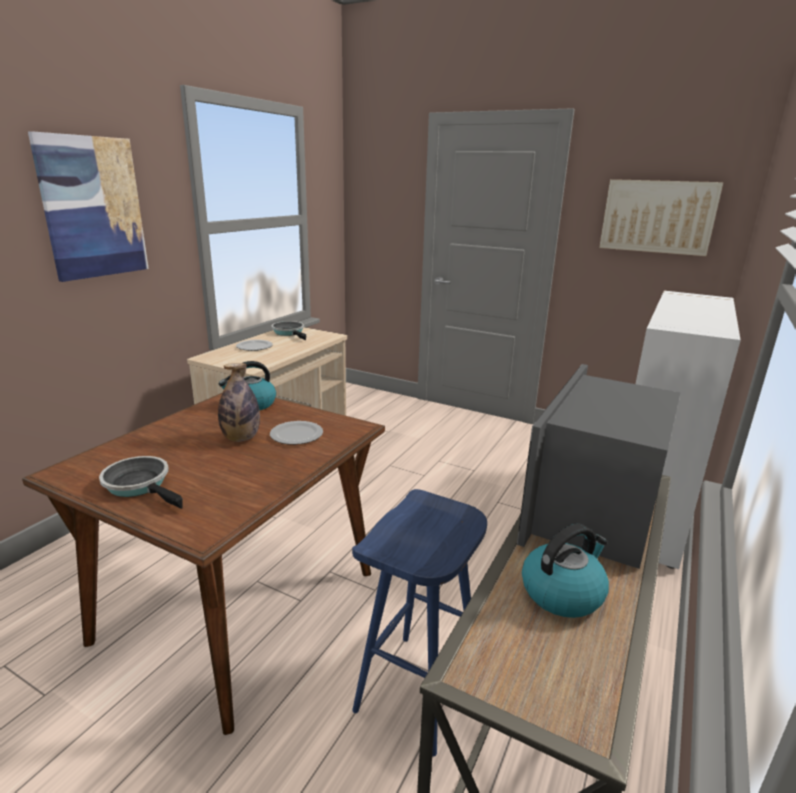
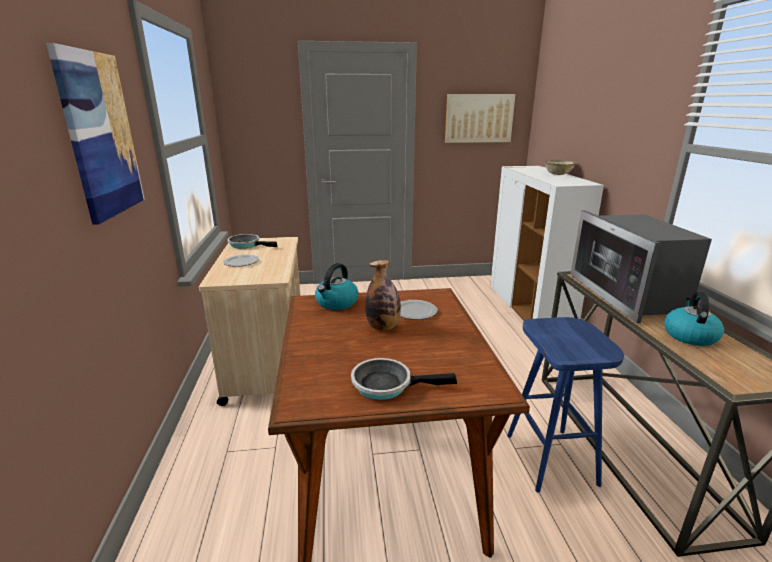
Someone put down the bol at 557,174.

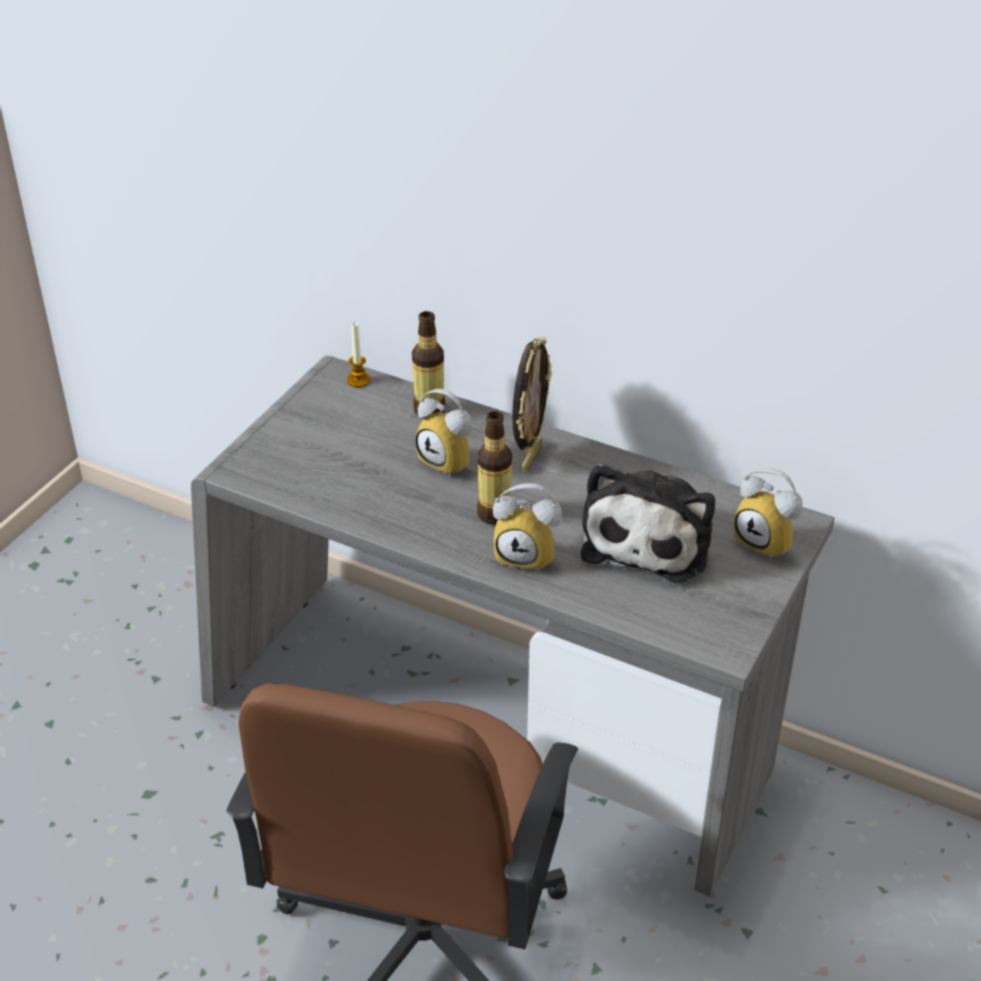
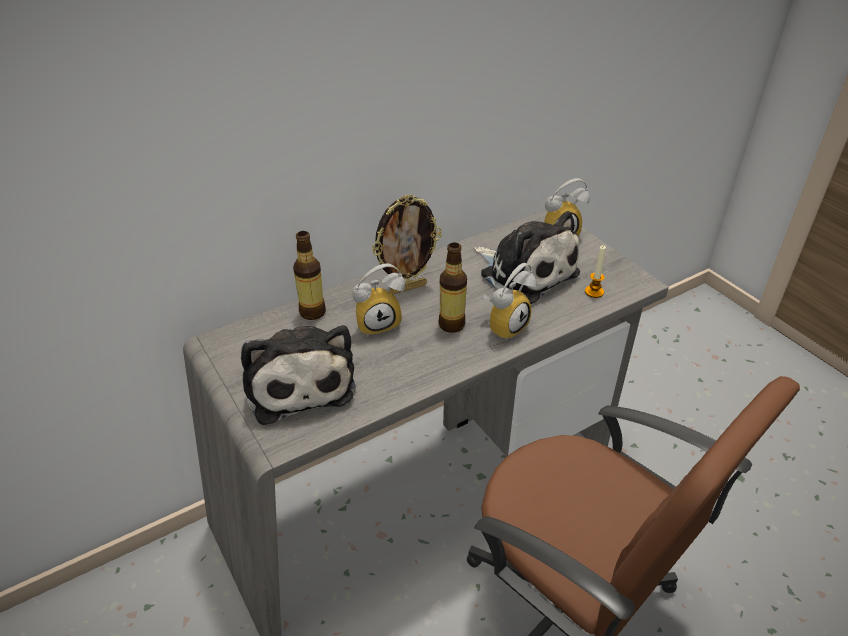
Someone put down the peluche at 298,382. Someone carried the bougie from 358,380 to 594,292. Someone rotated the cadre photo at 529,457 by 105 degrees clockwise.

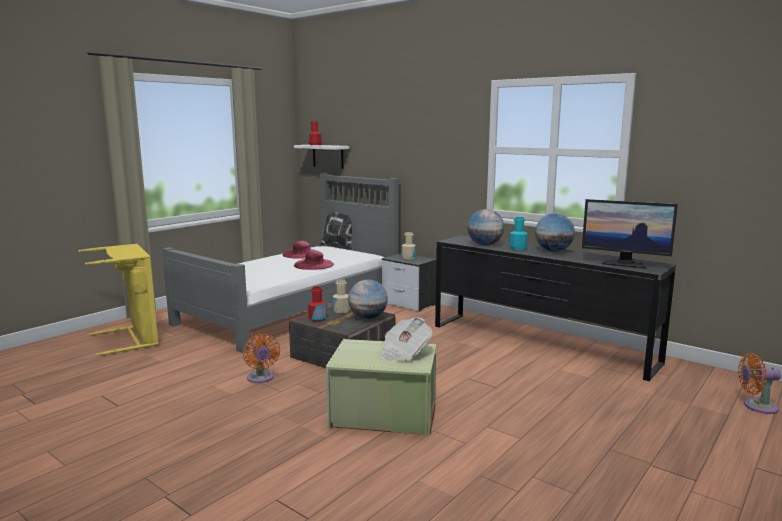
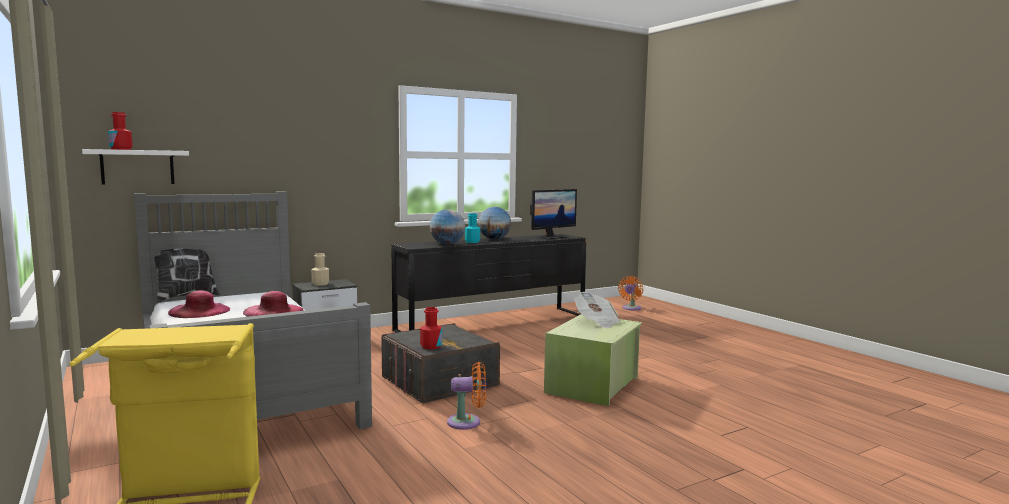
Someone took away the bouteille [beige] at 341,311. Someone took away the globe at 368,317.

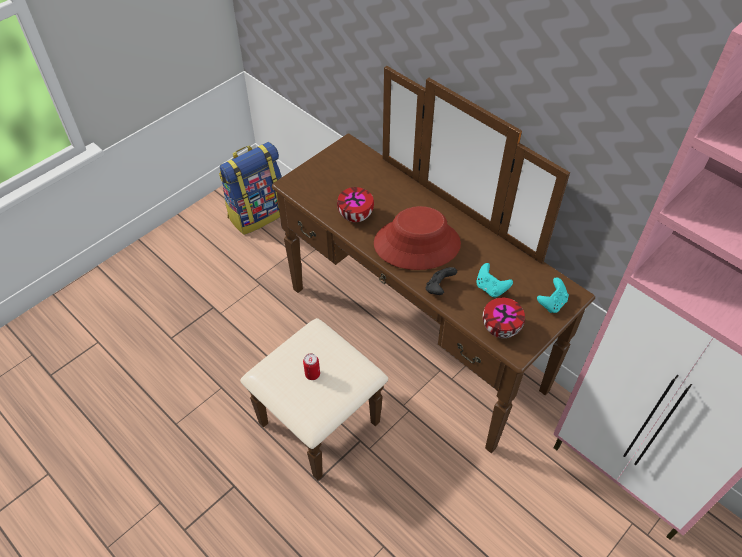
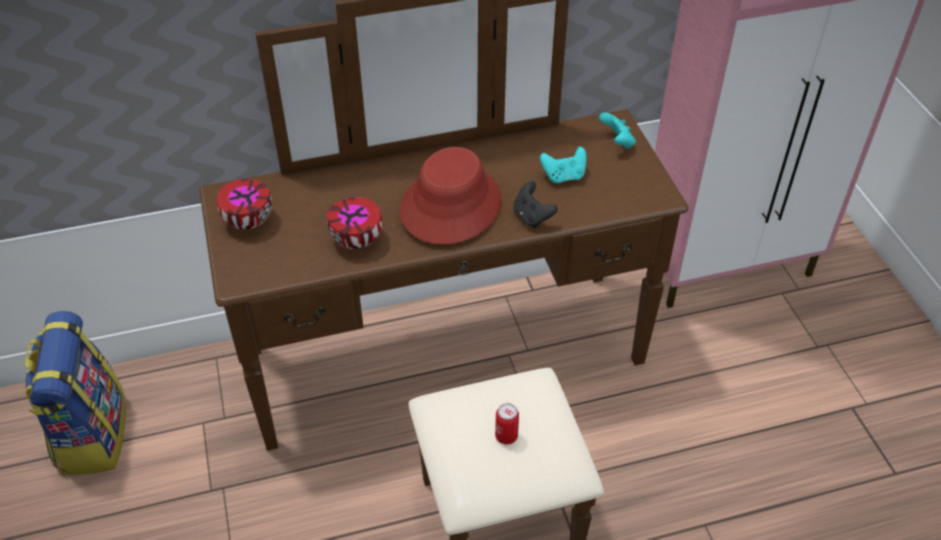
Someone carried the bol from 501,327 to 248,220.

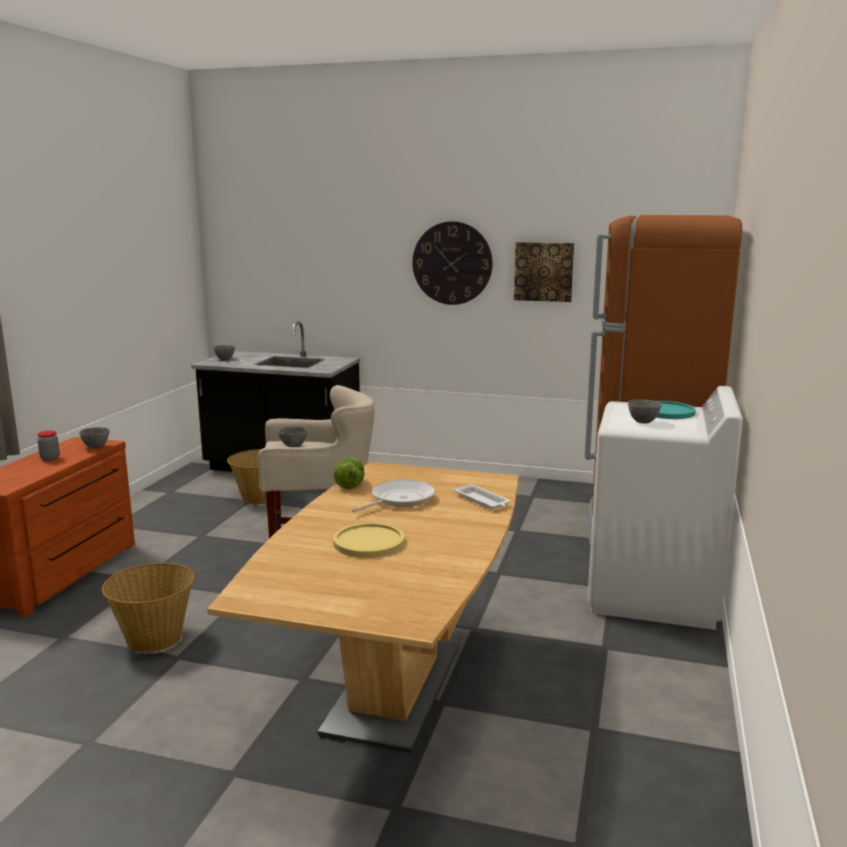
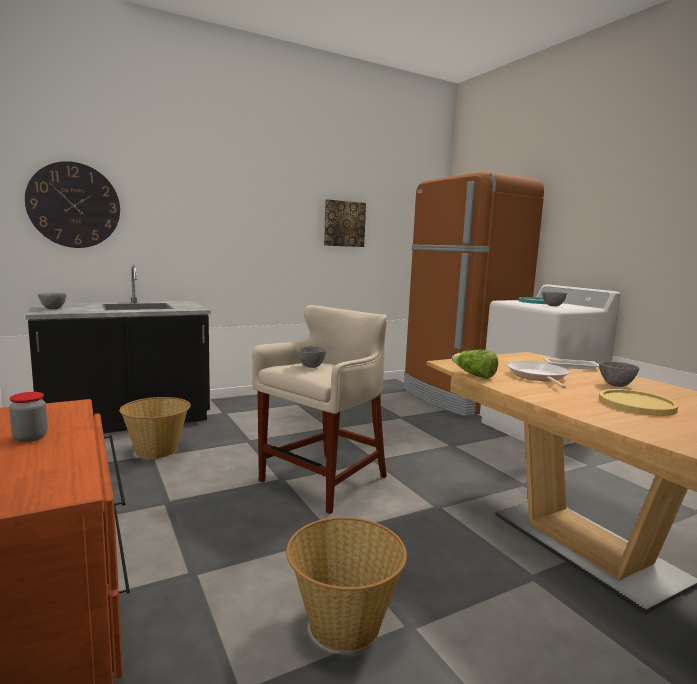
Someone carried the bol [gris] from 95,447 to 616,385. Someone carried the horloge murale from 452,263 to 74,205.

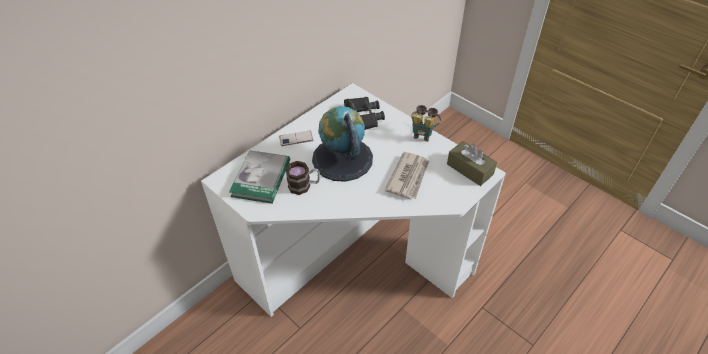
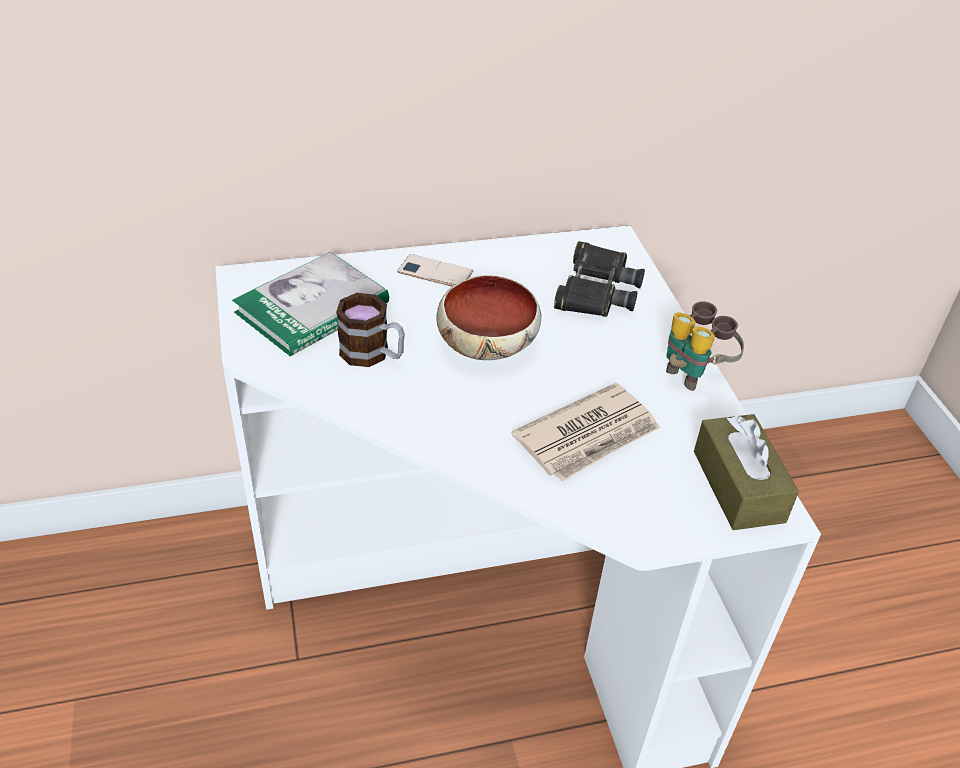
Someone swapped the globe at 342,159 for the bol at 486,343.

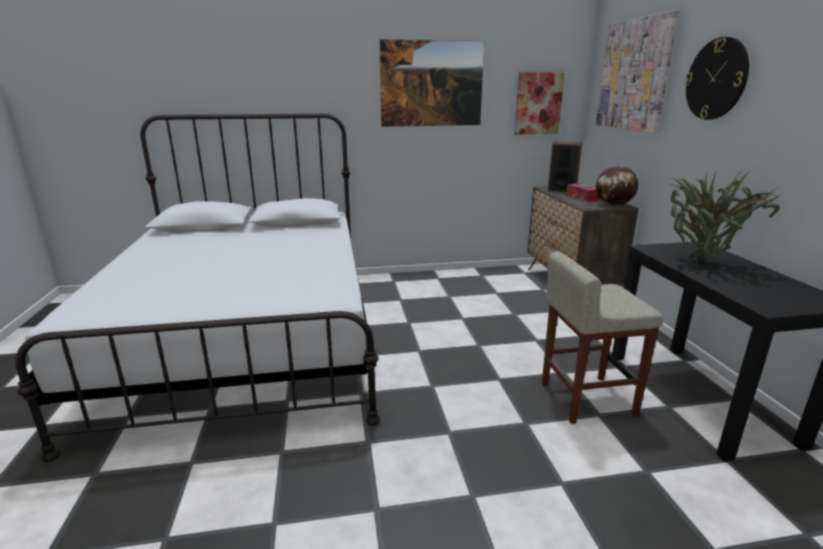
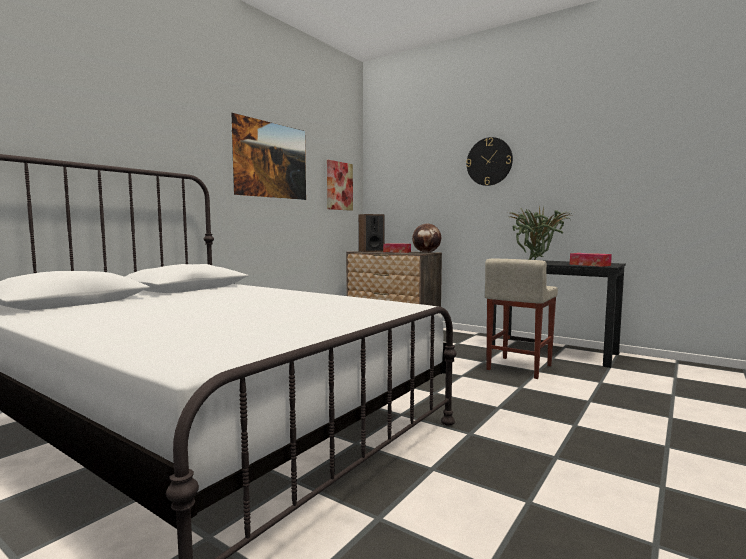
Someone took away the tableau at 634,75. Someone put down the boîte à mouchoirs at 589,265.

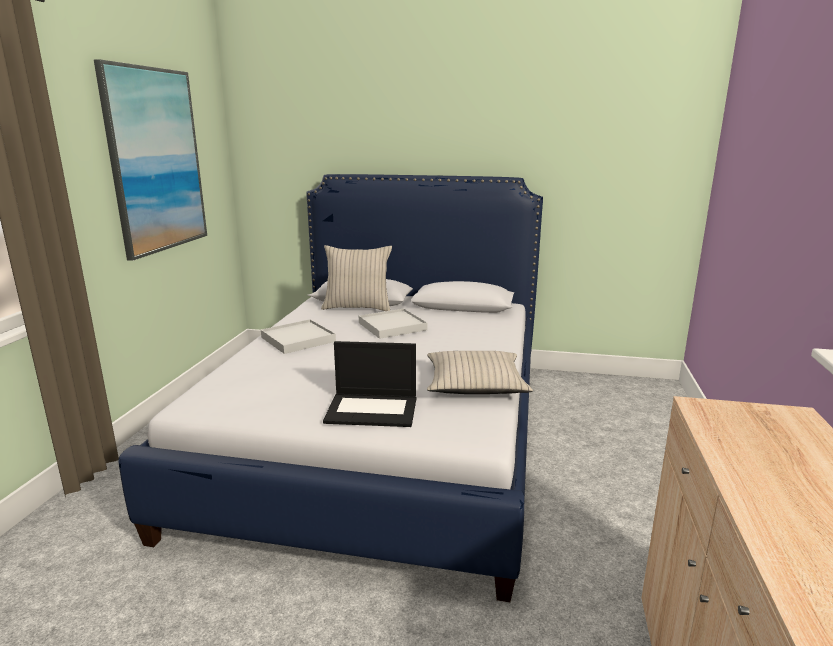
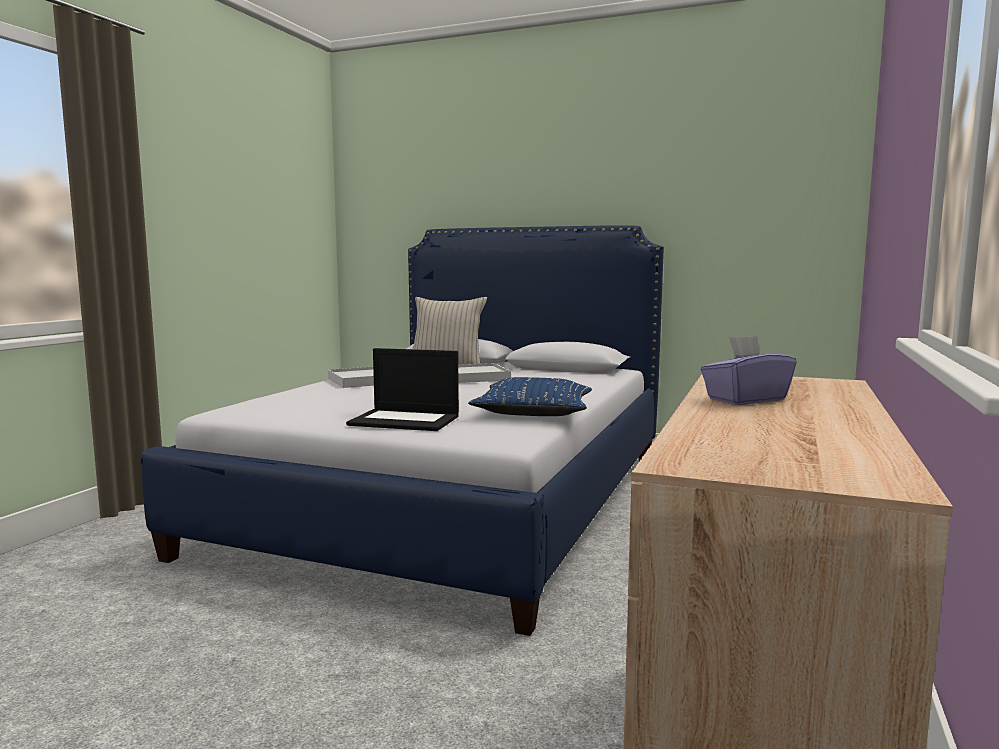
Someone took away the tableau at 156,161. Someone put down the boîte à mouchoirs [violet] at 745,399. Someone repainted the coussin [beige] at 475,384, which became the coussin [bleu] at 533,412.

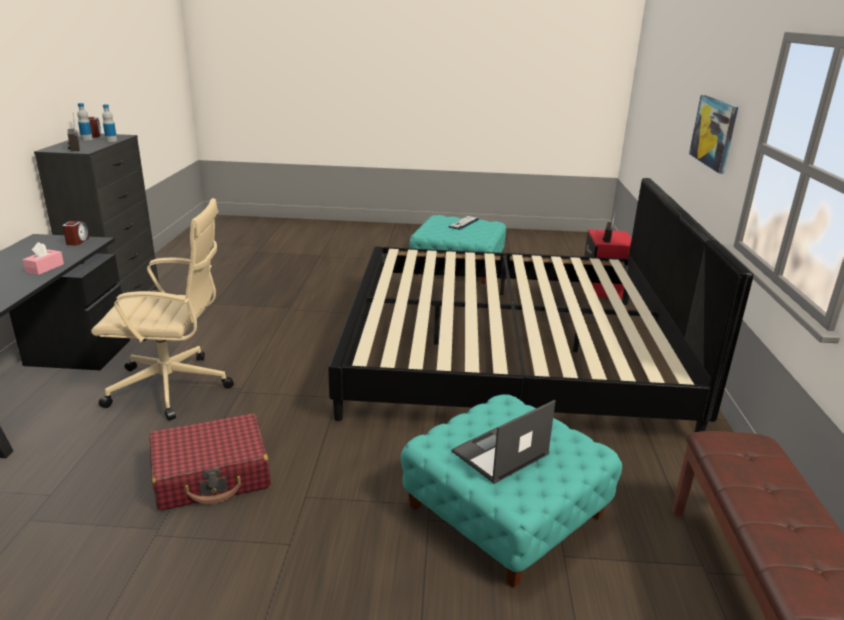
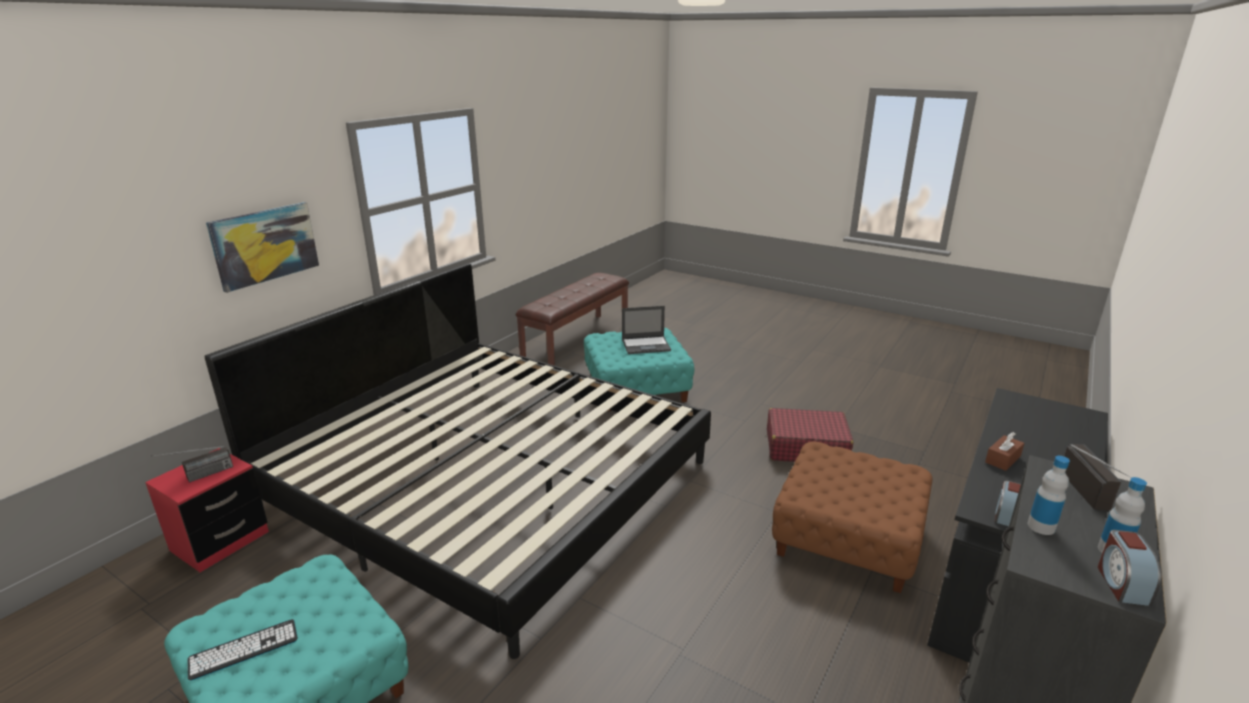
Someone swapped the chaise de bureau [beige] at 173,387 for the pouf [marron] at 847,537. Someone repainted the boîte à mouchoirs [rose] at 45,268, which became the boîte à mouchoirs [marron] at 1002,459.

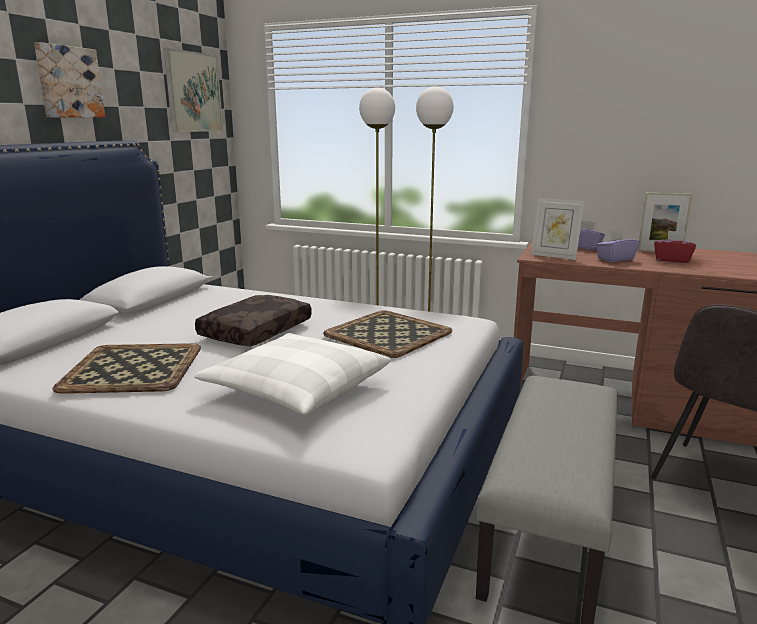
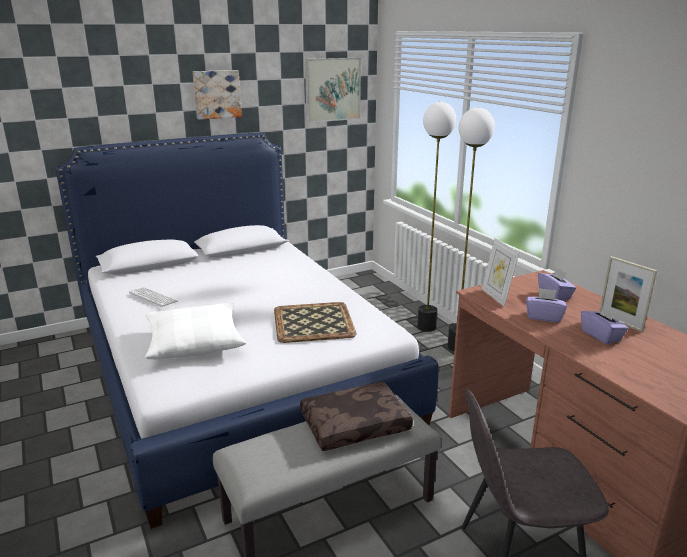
Someone carried the coussin [marron] from 255,331 to 355,424. Someone swapped the plateau at 131,369 for the clavier at 153,297. Someone repainted the boîte à mouchoirs [rouge] at 672,260, which became the boîte à mouchoirs [violet] at 601,336.

